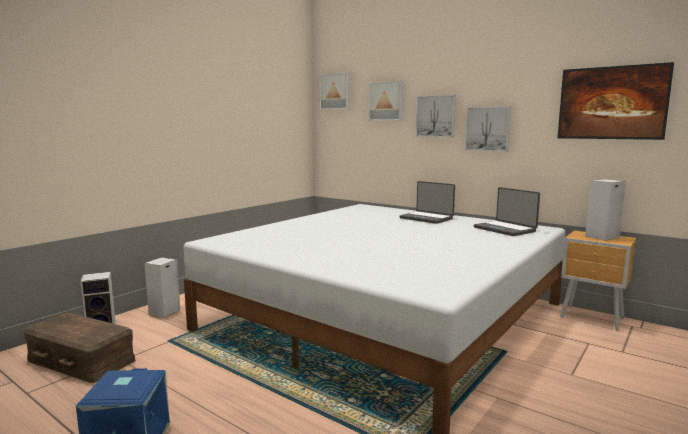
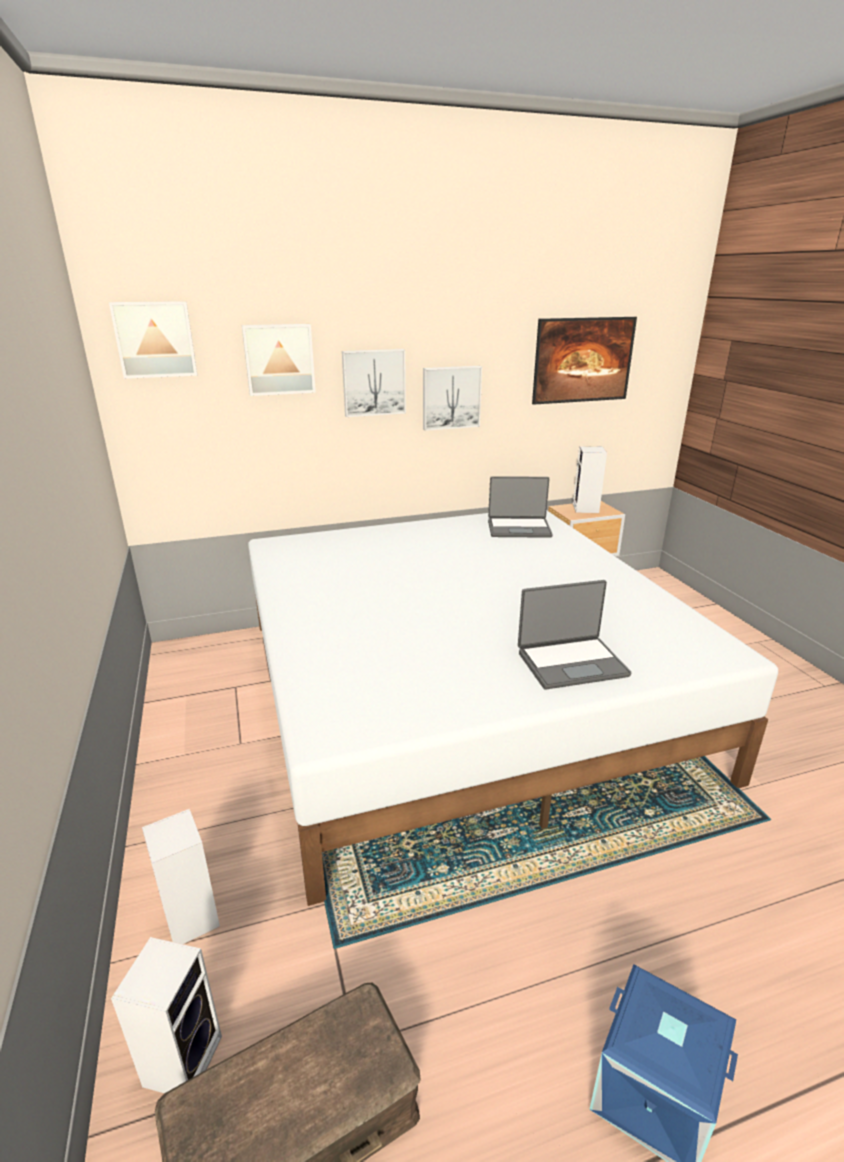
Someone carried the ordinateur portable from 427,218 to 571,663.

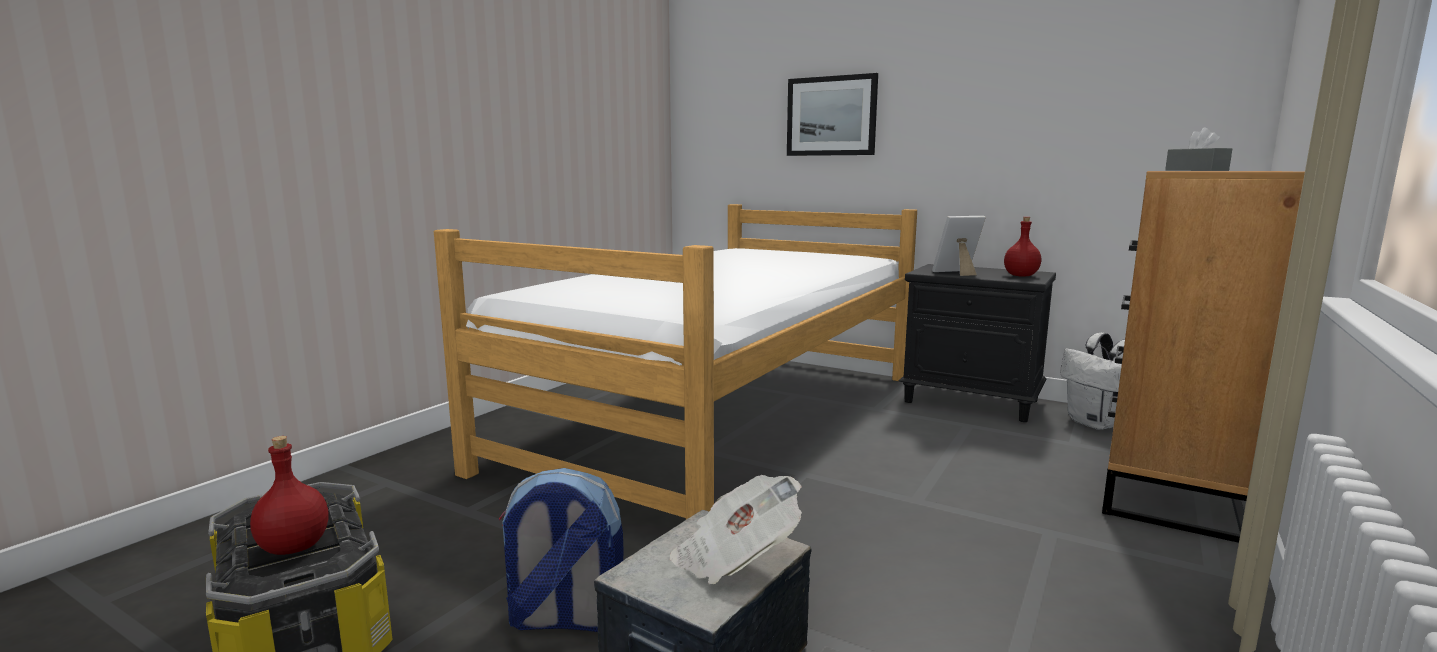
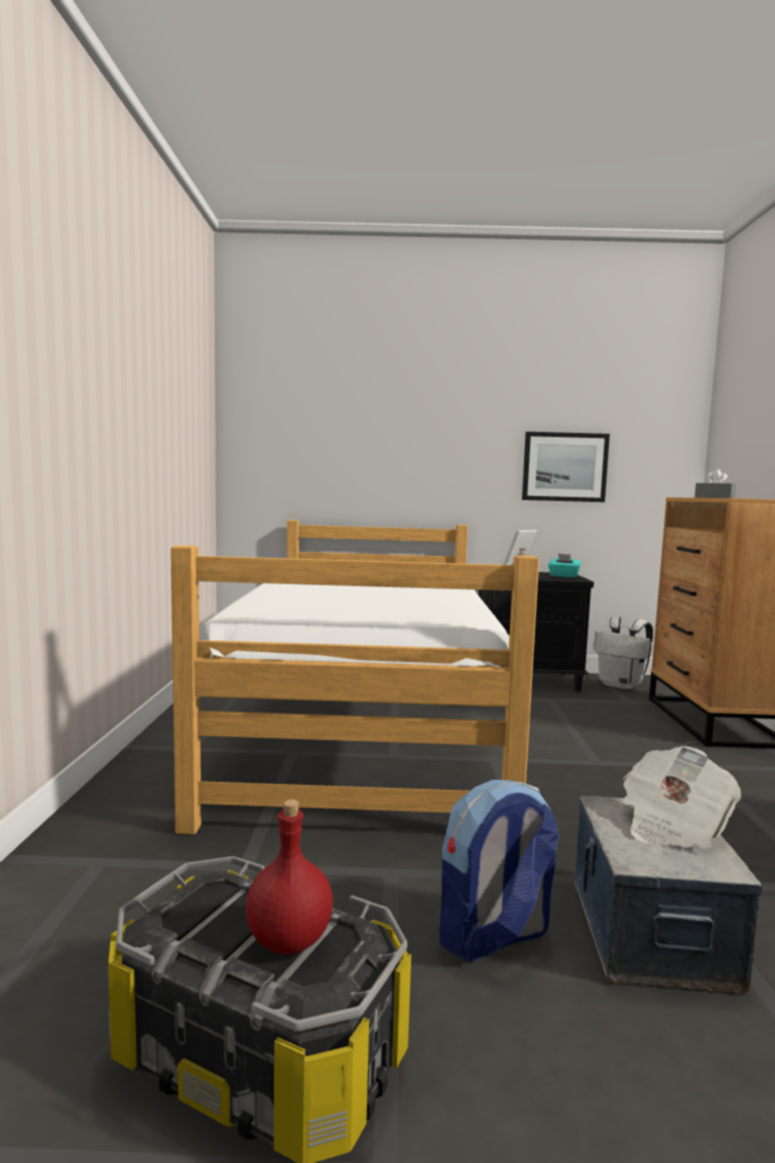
Someone carried the tableau from 831,116 to 564,467. Someone swapped the bouteille [rouge] at 1021,276 for the boîte à mouchoirs [turquoise] at 563,576.

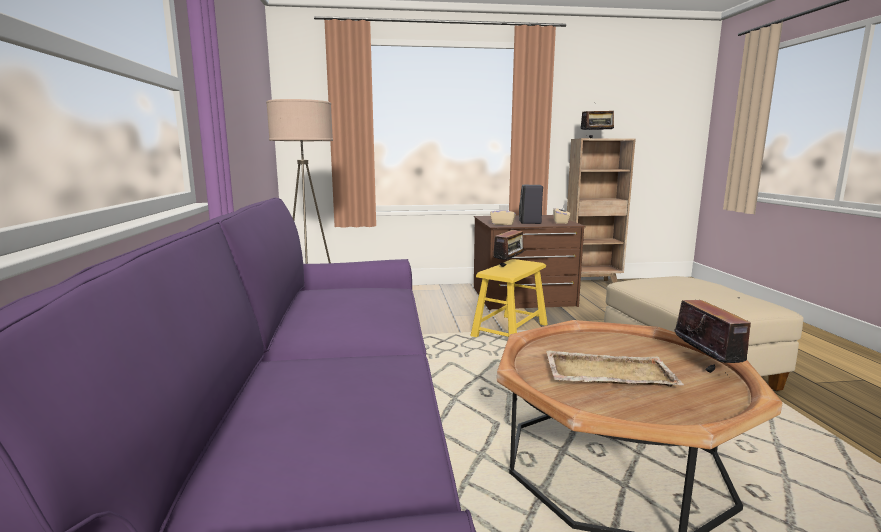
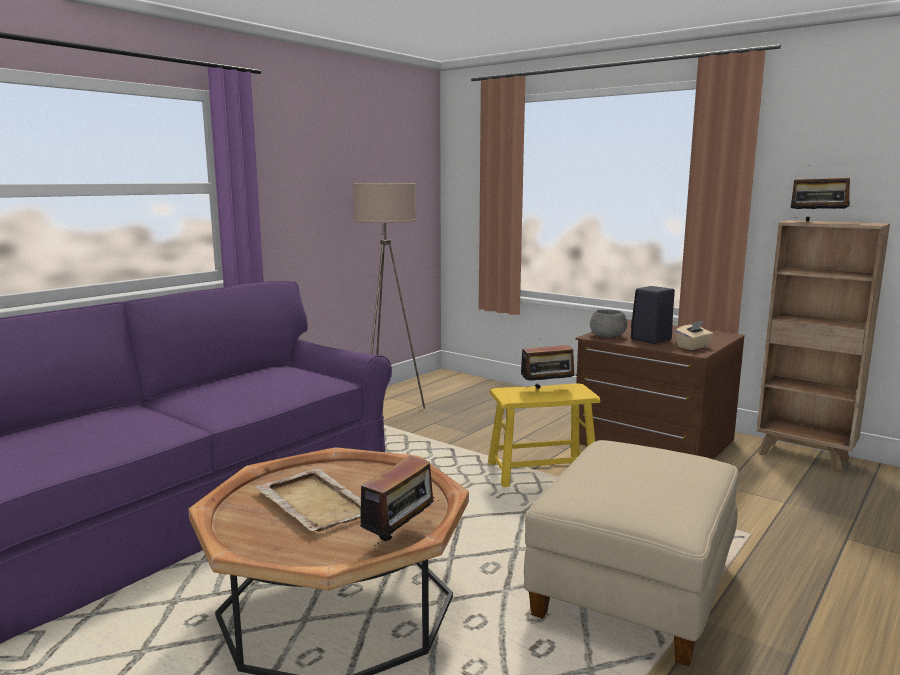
Someone swapped the boîte à mouchoirs [beige] at 502,224 for the bol [gris] at 607,336.

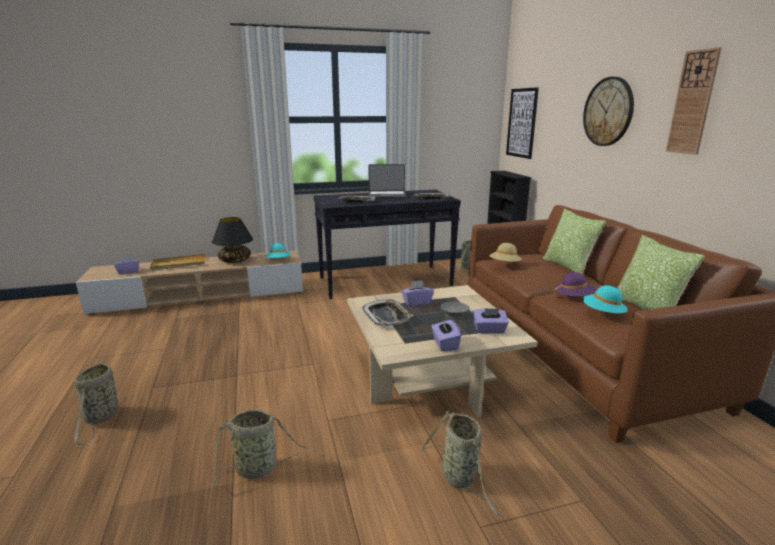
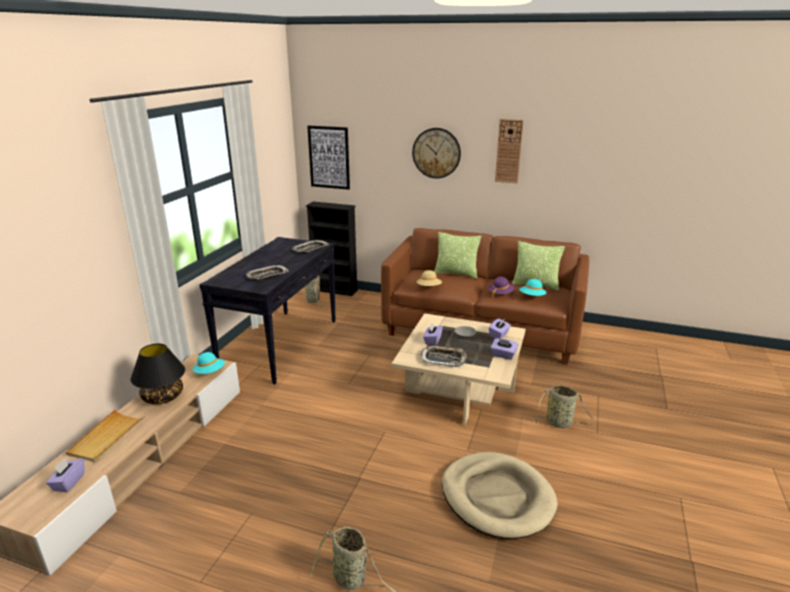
Someone took away the ordinateur portable at 387,196. Someone swapped the panier at 259,468 for the panier pour chien [beige] at 497,497.

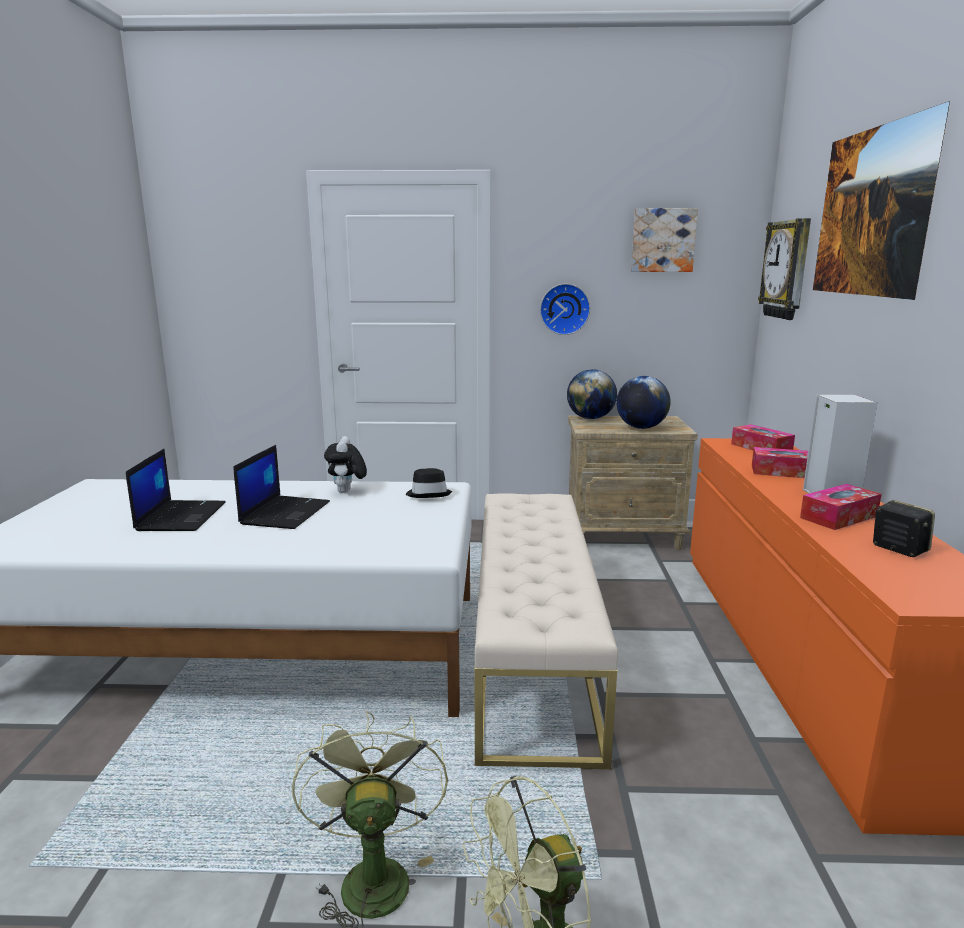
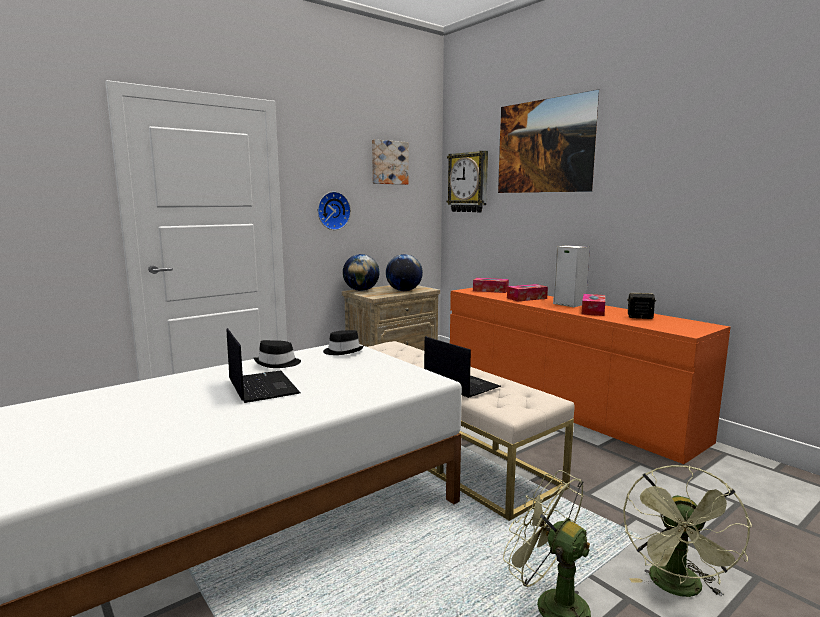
Someone carried the ordinateur portable from 181,516 to 459,384. Someone swapped the peluche at 347,492 for the chapeau [noir] at 278,363.

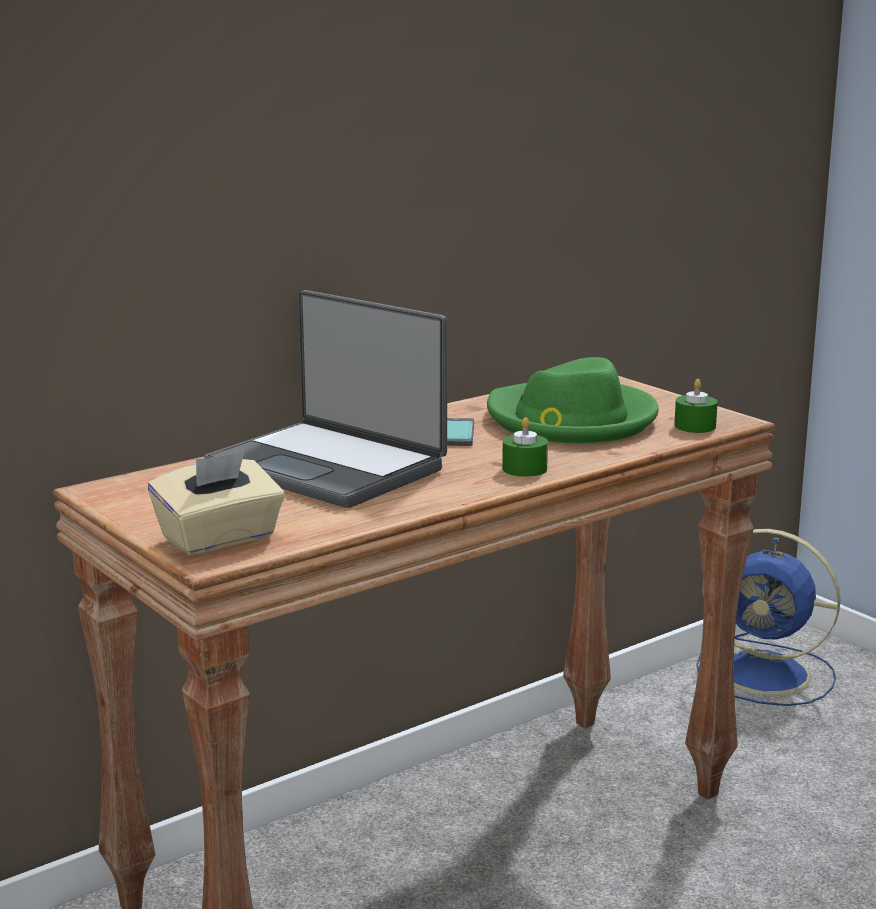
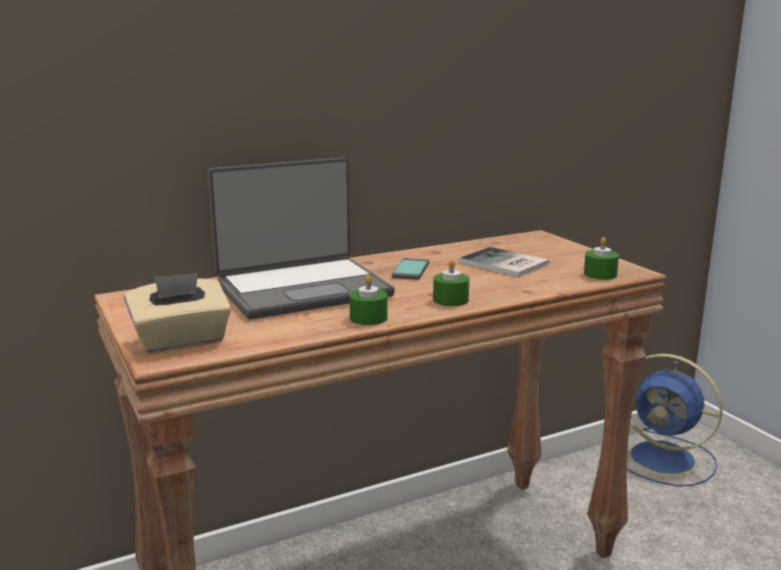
Someone put down the bougie [vert] at 368,318. Someone swapped the chapeau [vert] at 571,420 for the livre at 504,264. Someone rotated the ordinateur portable at 329,467 by 75 degrees counterclockwise.

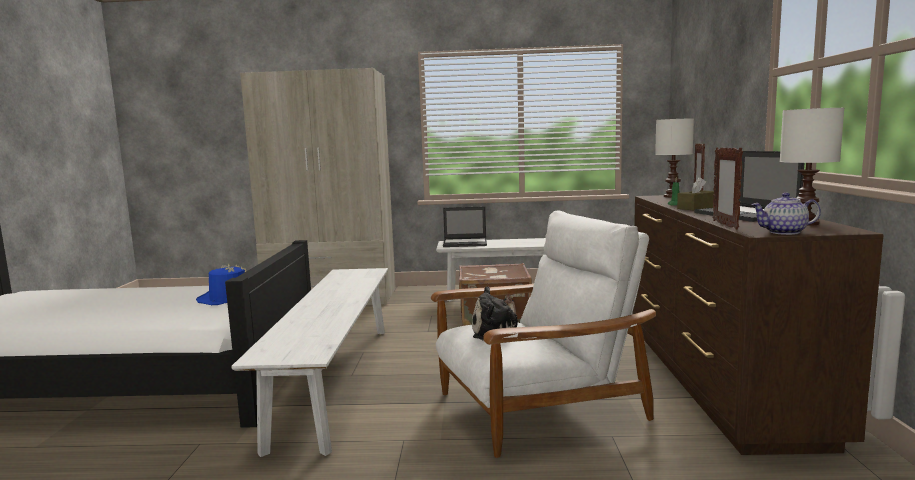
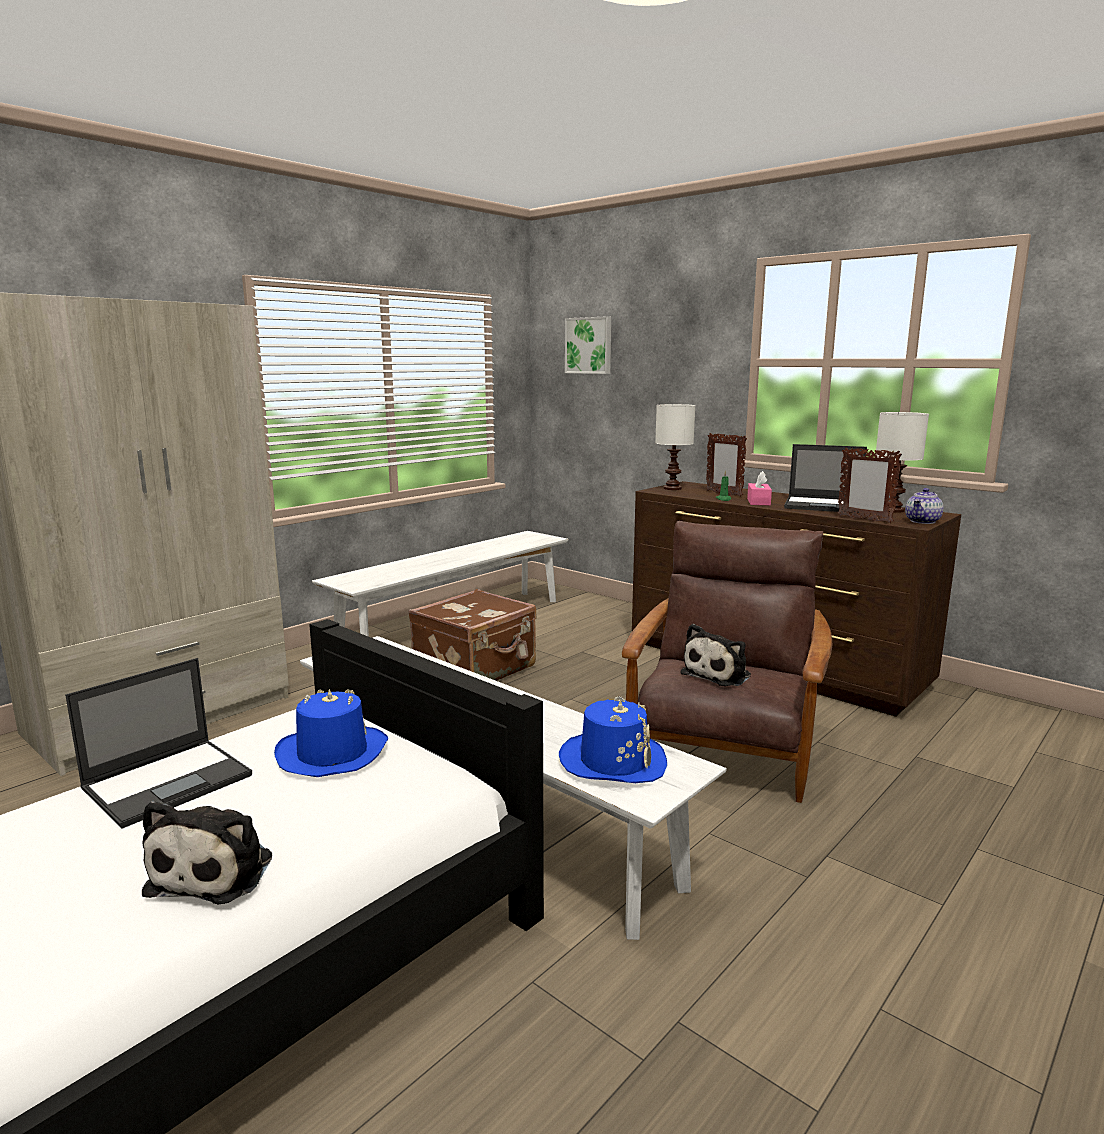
Someone put down the peluche at 216,871. Someone put down the chapeau [bleu] at 613,761. Someone put up the tableau at 589,345. Someone carried the ordinateur portable from 465,243 to 170,781. Someone repainted the fauteuil [blanc] at 537,407, which became the fauteuil [marron] at 725,744. Someone repainted the boîte à mouchoirs [marron] at 696,208, which became the boîte à mouchoirs [rose] at 758,502.

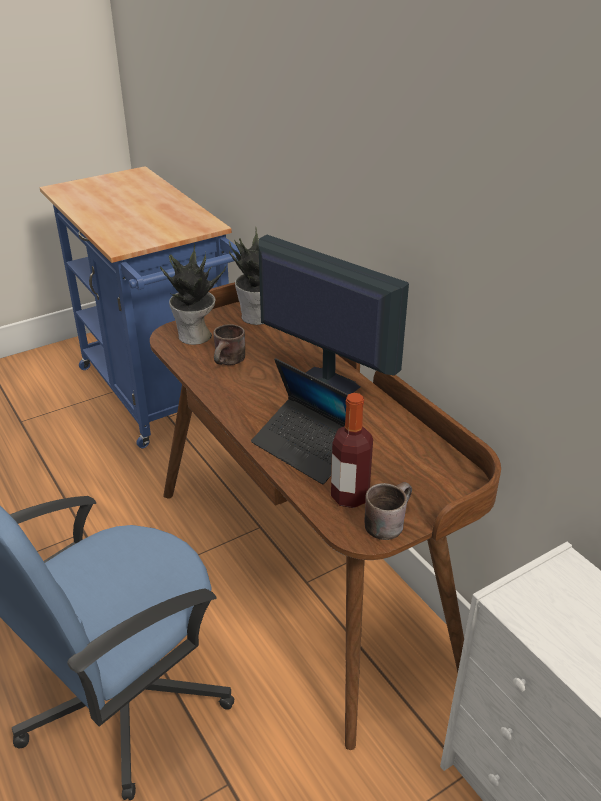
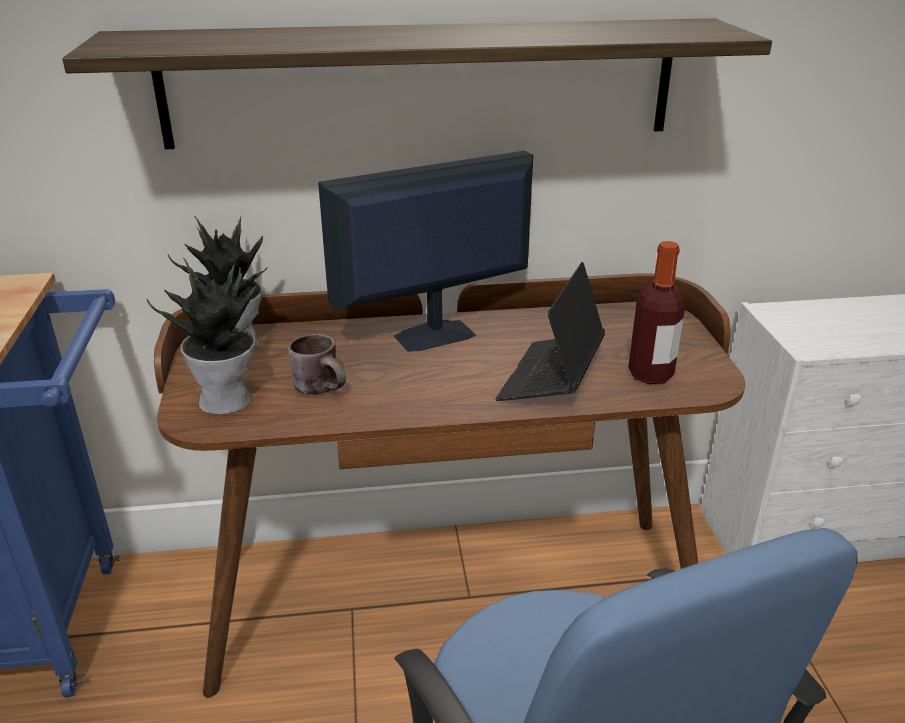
Someone took away the mug [marron] at 386,521. Someone put up the étagère at 420,83. Someone rotated the ordinateur portable at 306,448 by 135 degrees clockwise.

